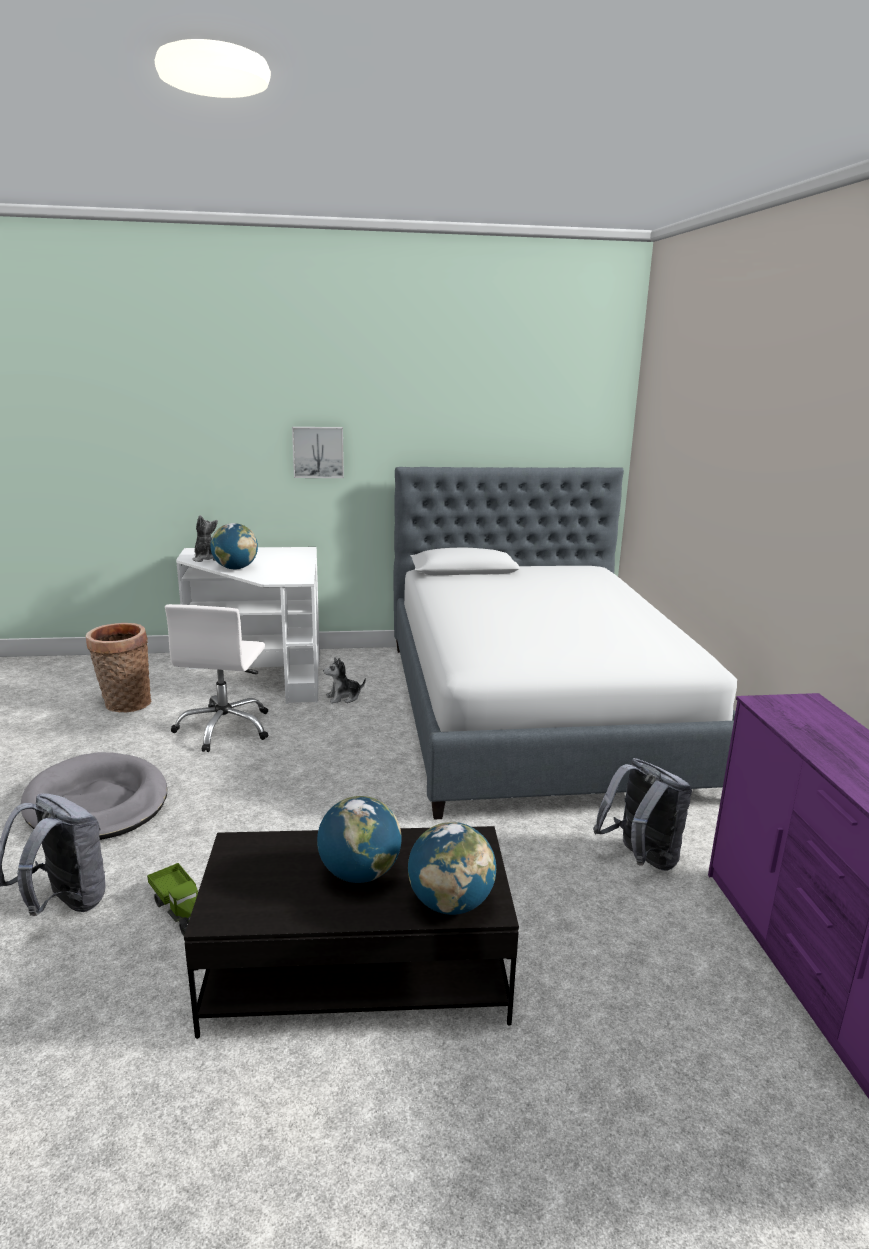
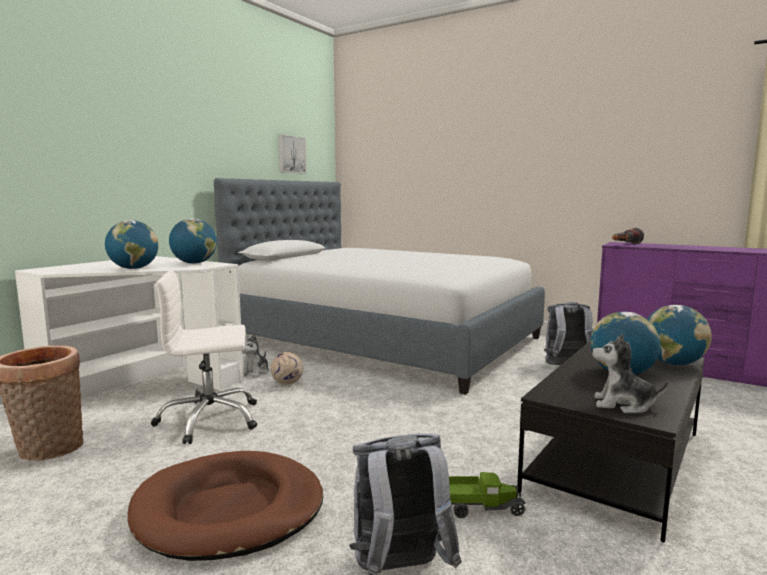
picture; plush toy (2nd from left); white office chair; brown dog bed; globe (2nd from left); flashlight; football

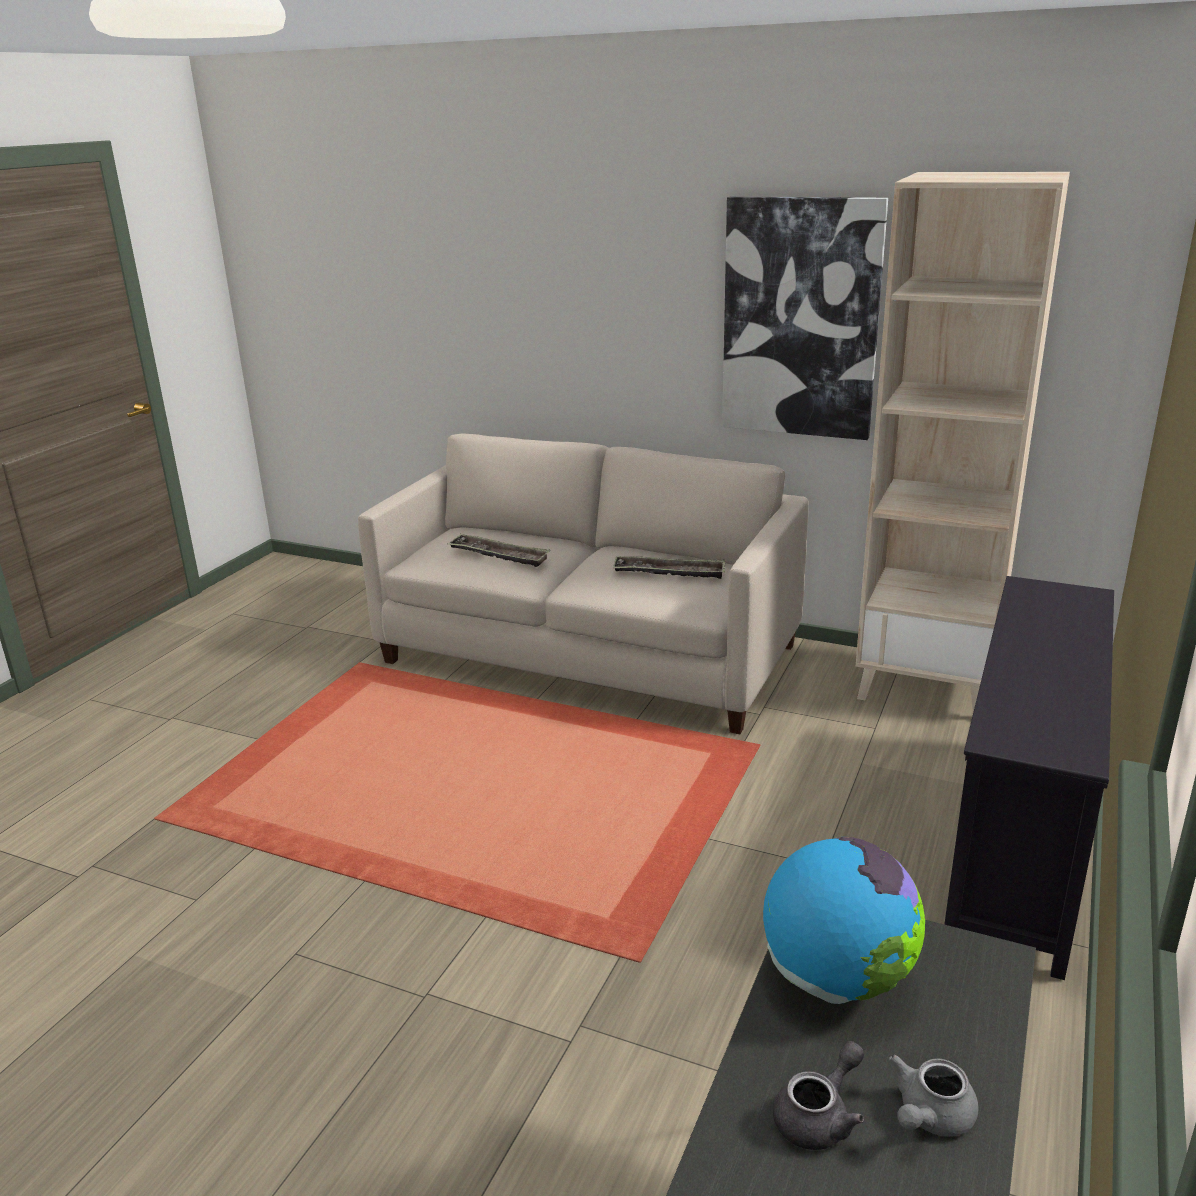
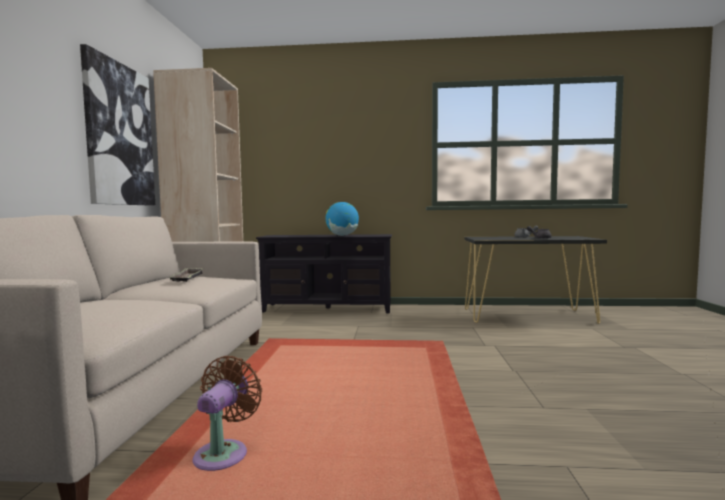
tray (1st from left in the first image); globe; brown fan

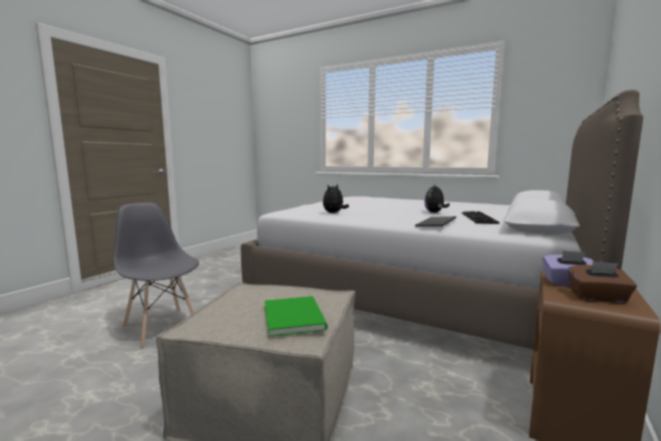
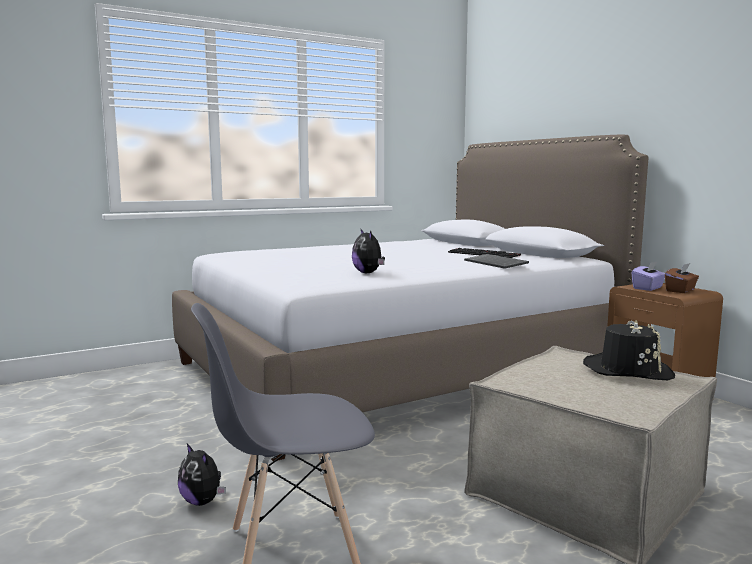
plush toy (1st from left); black hat

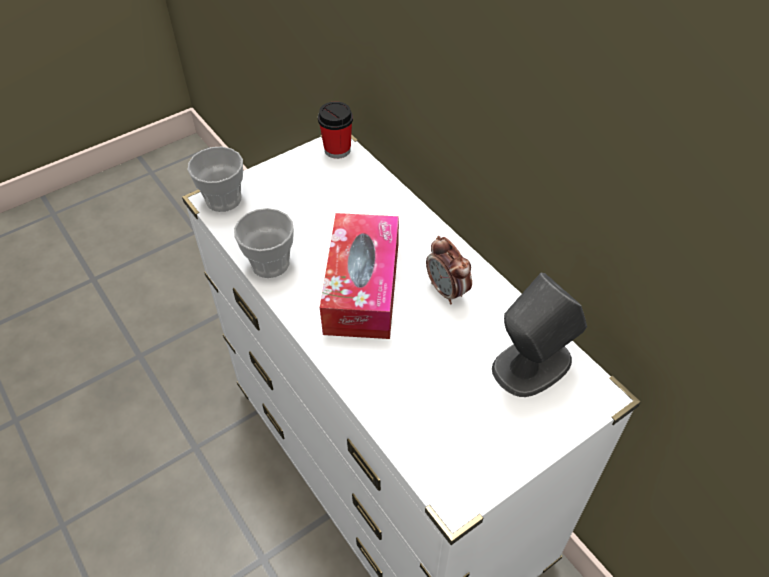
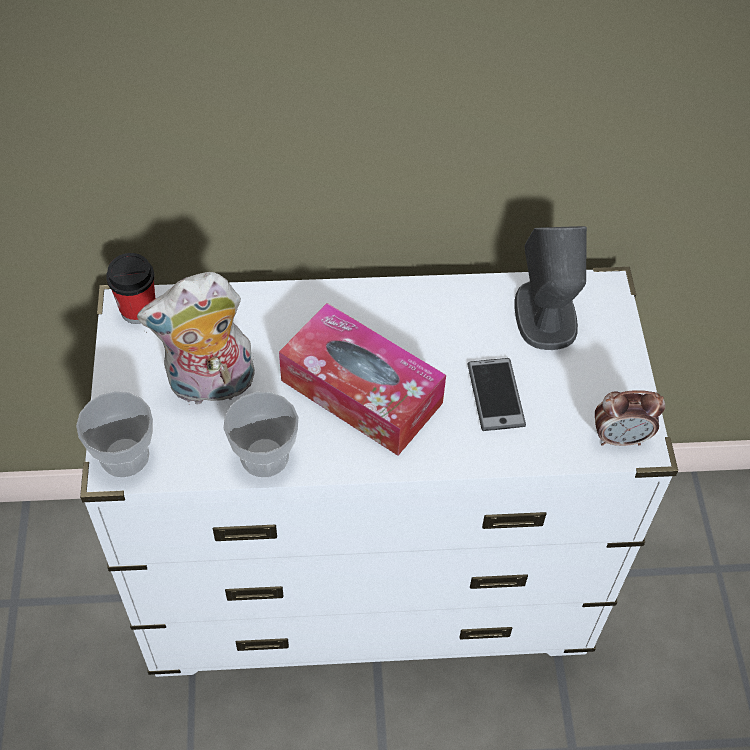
alarm clock; plush toy; phone

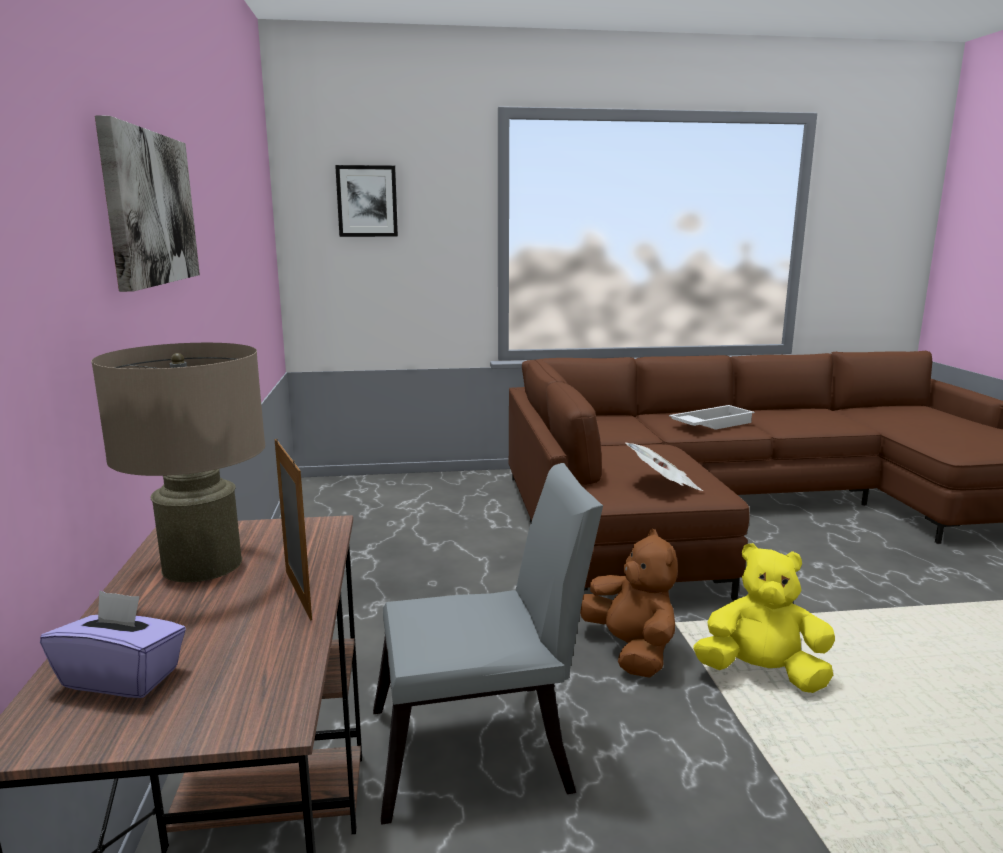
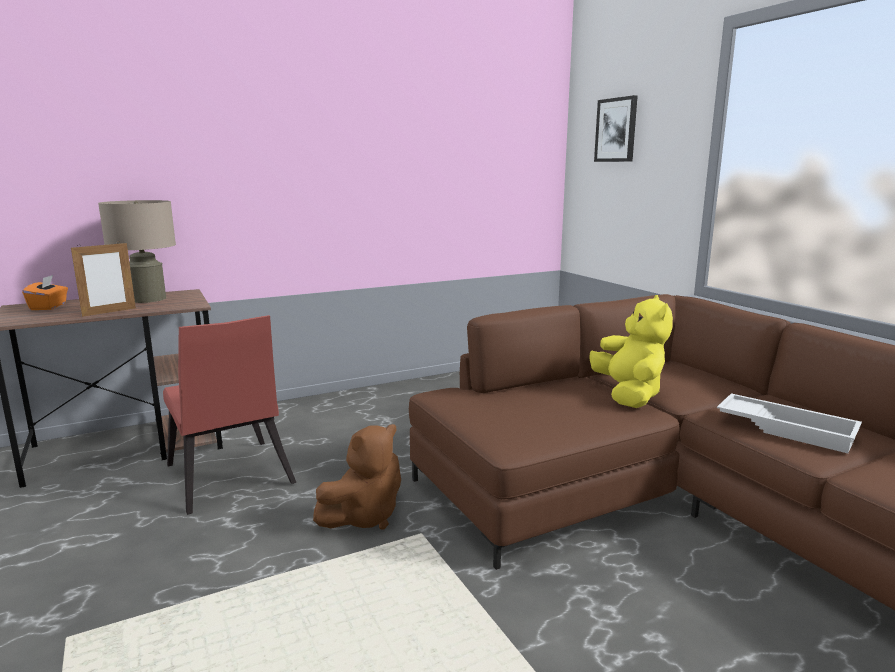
picture (1st from left in the first image); newspaper; red chair; yellow plush toy; orange tissue box

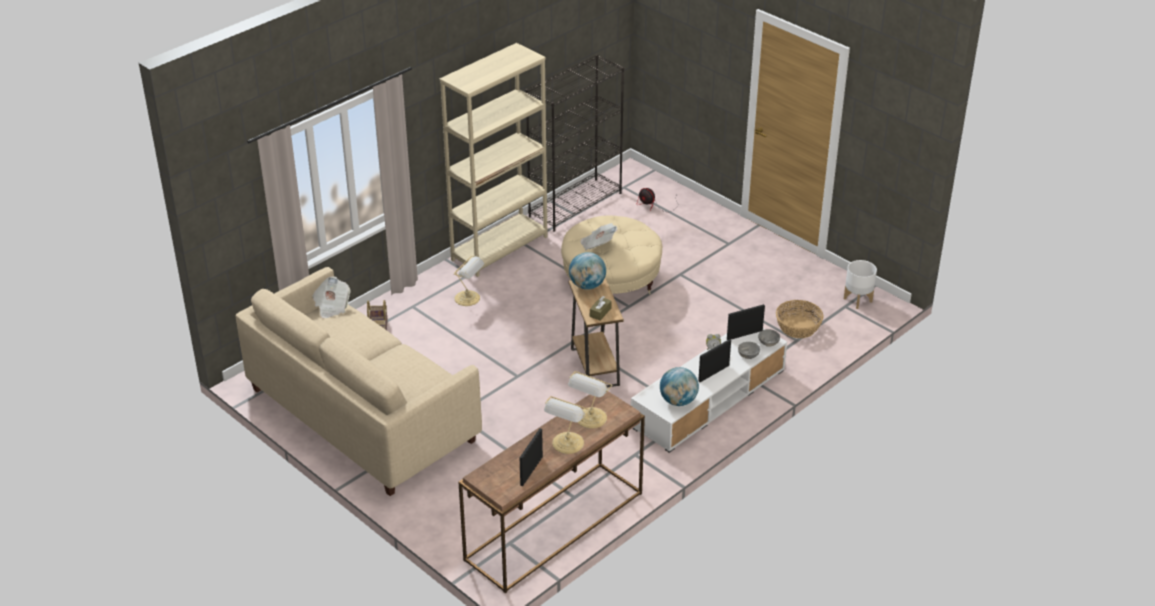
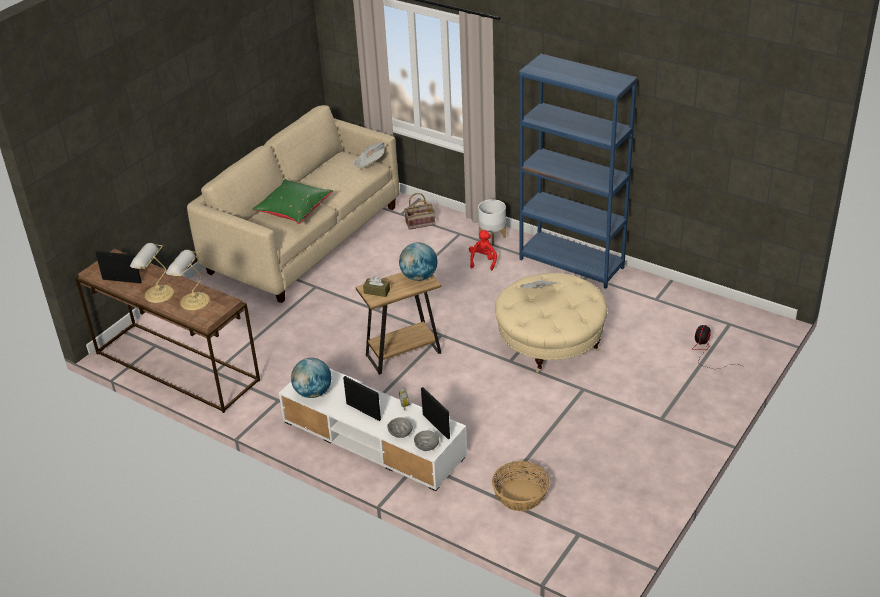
blue bookcase; black bookcase; red plush toy; white planter; green pillow

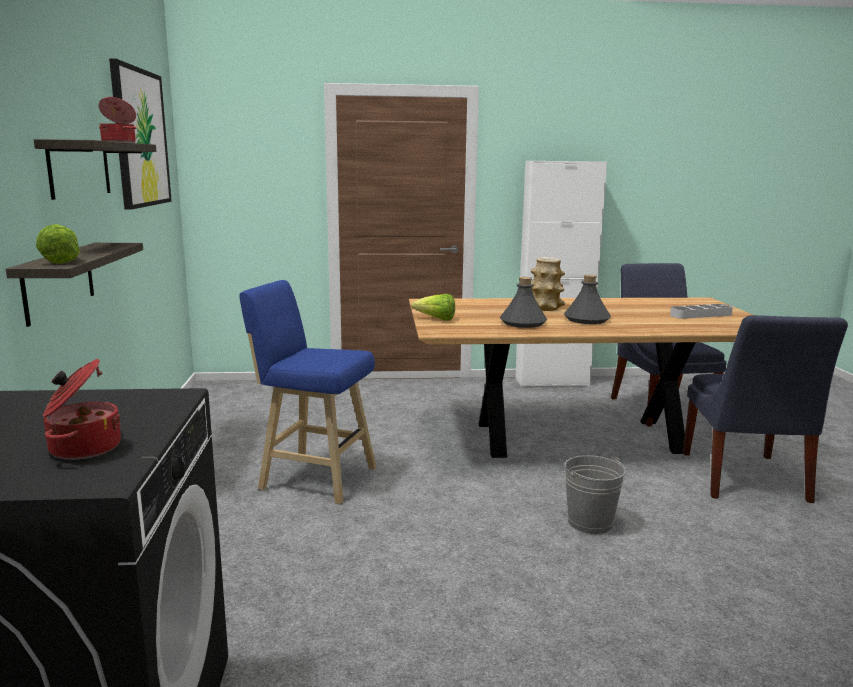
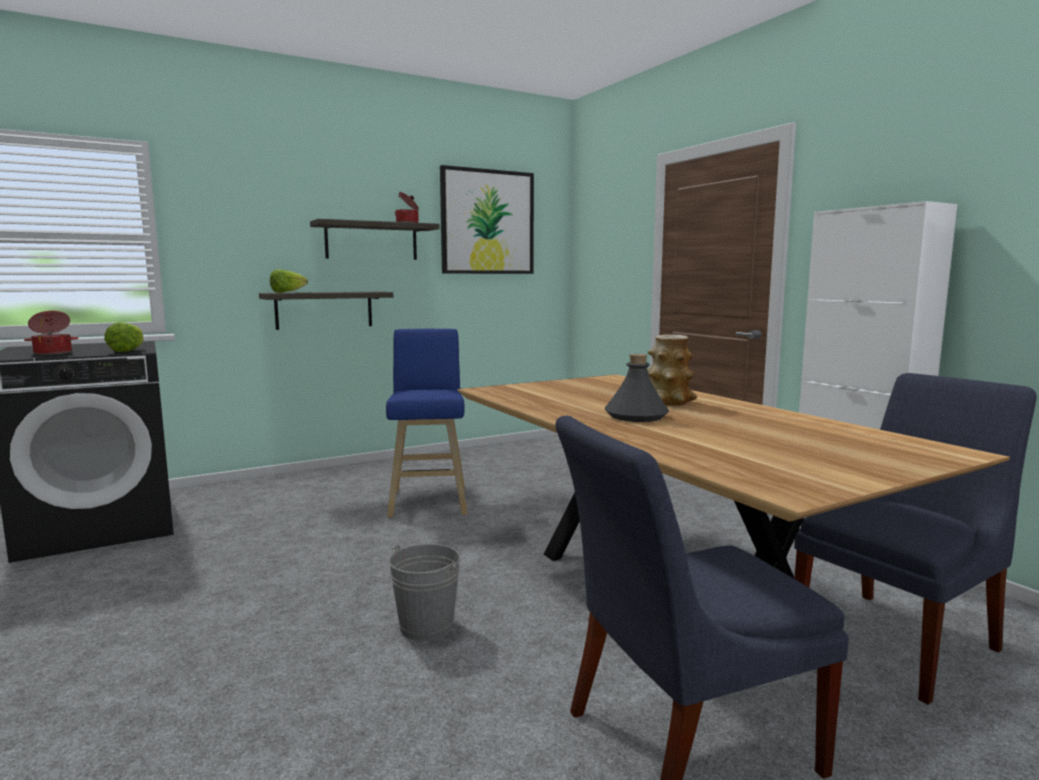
grey bottle (1st from left in the first image); lettuce (1st from left); grey tray

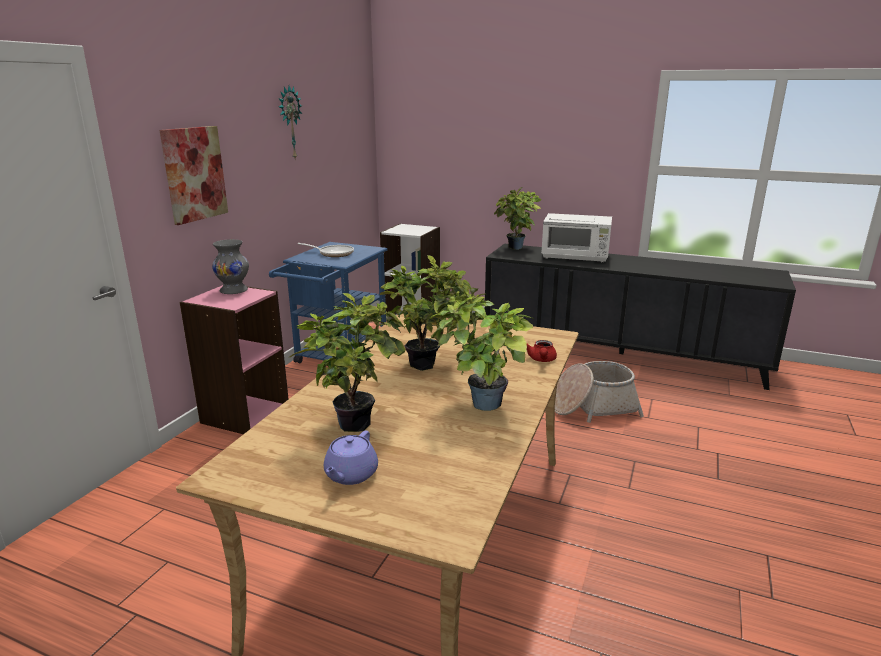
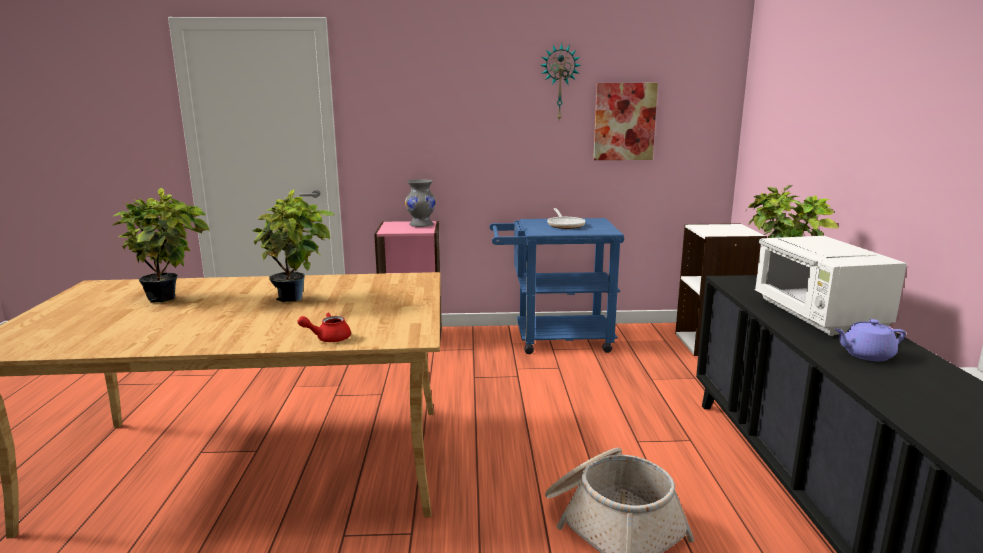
picture; potted plant (3rd from left in the first image); purple teapot

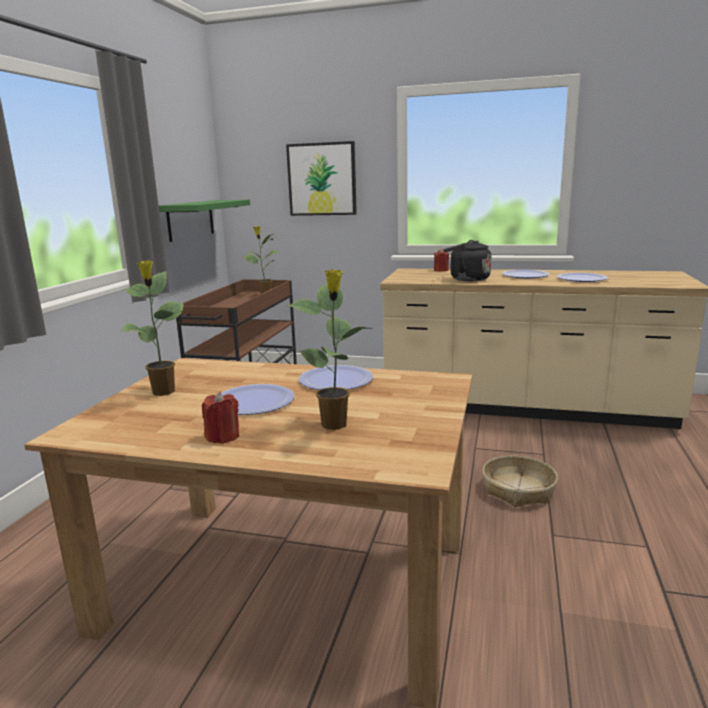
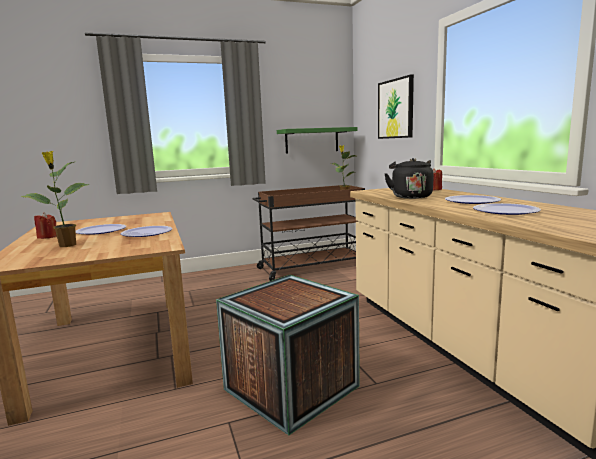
potted plant (1st from left in the first image); crate

